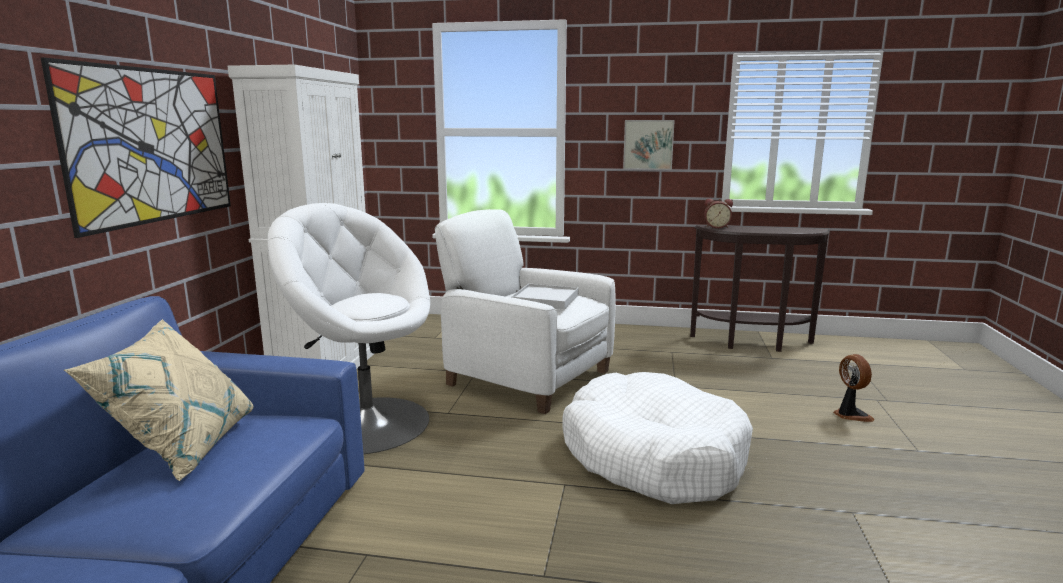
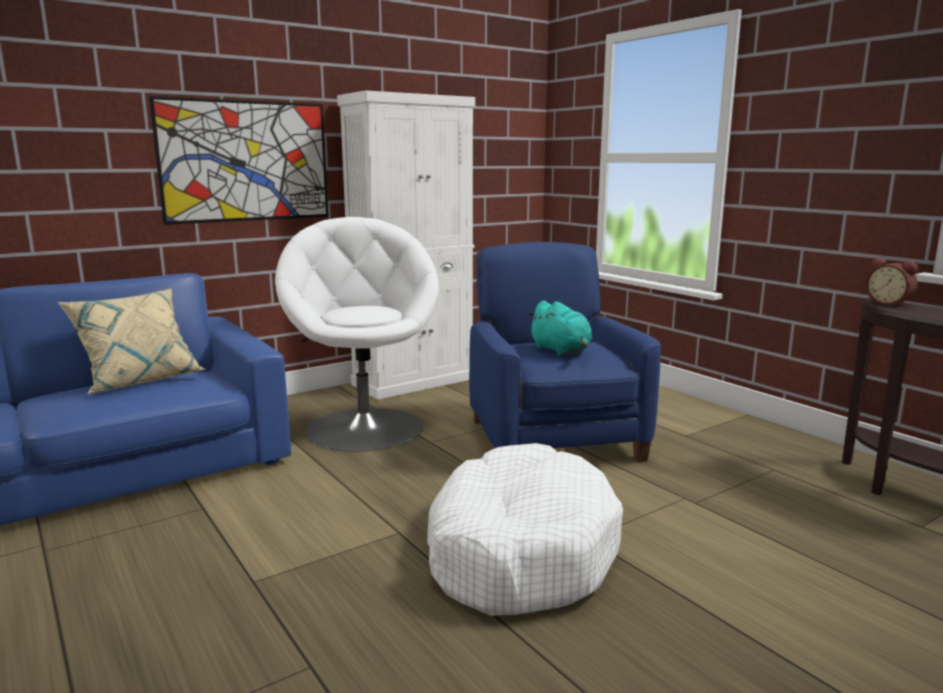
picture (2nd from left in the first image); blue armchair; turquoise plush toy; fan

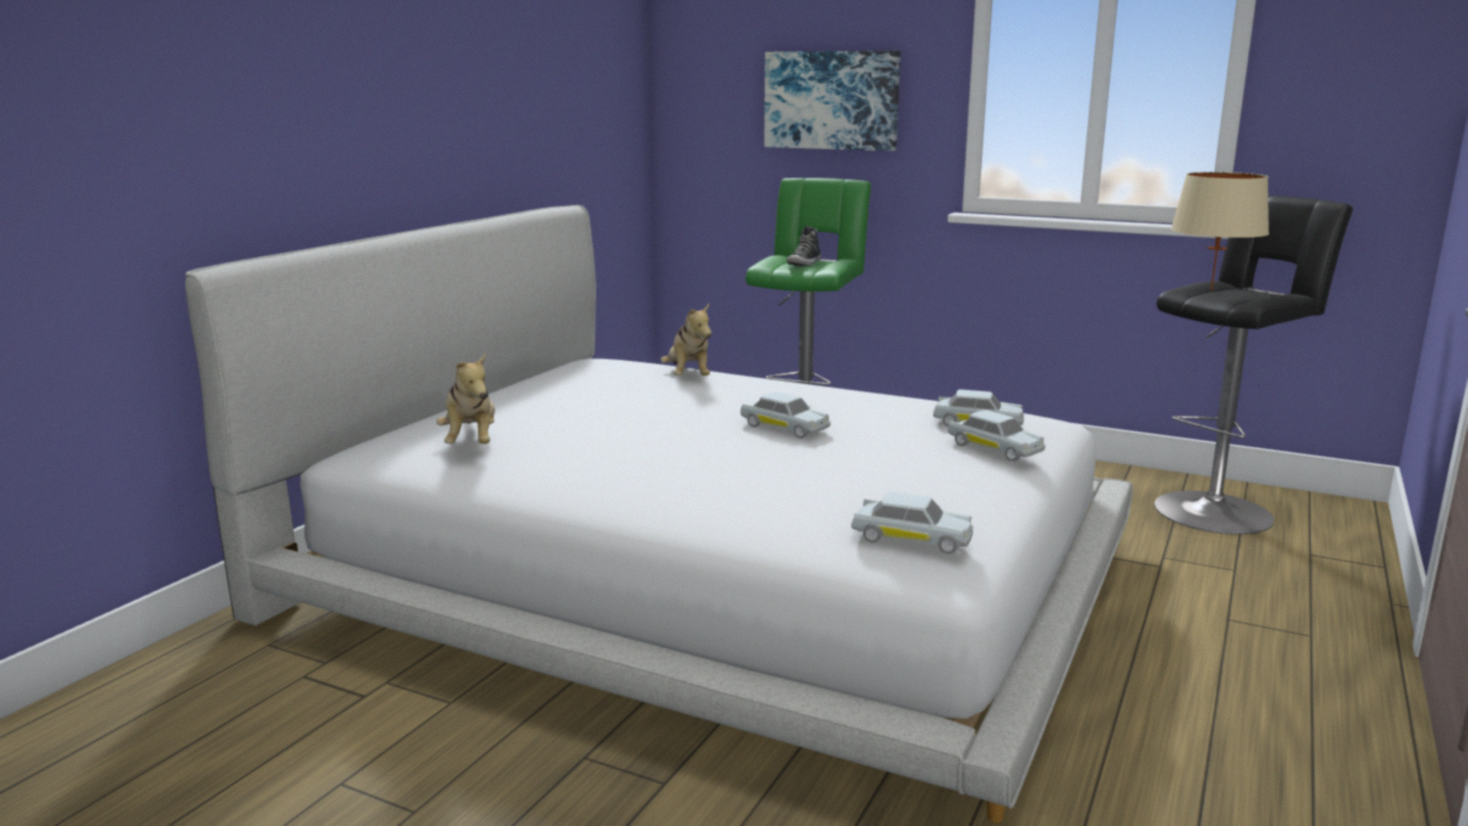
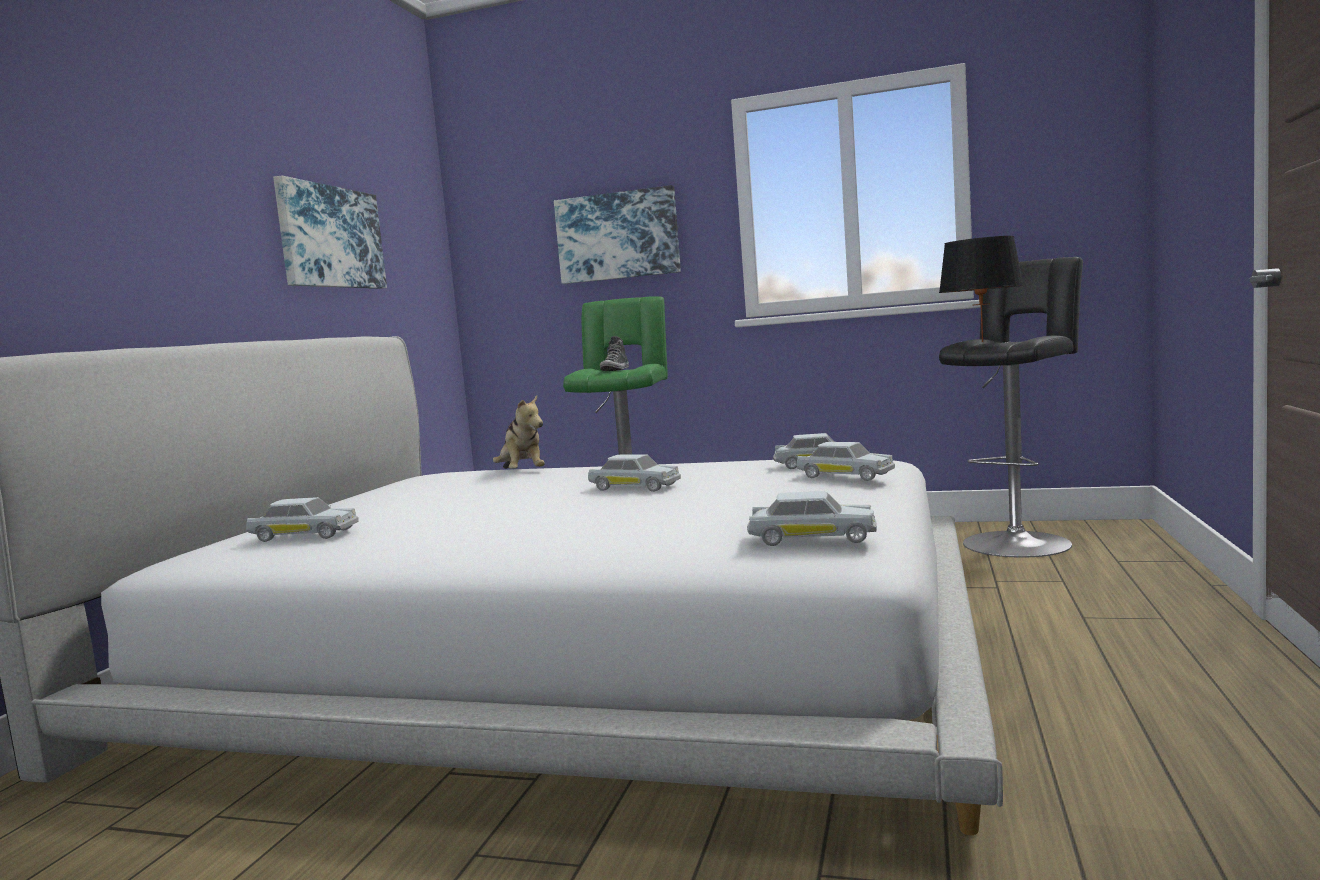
black table lamp; white toy car (1st from left); picture (1st from left)

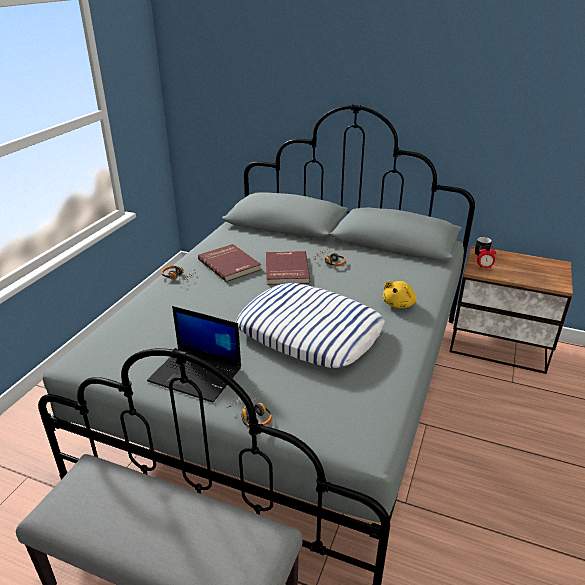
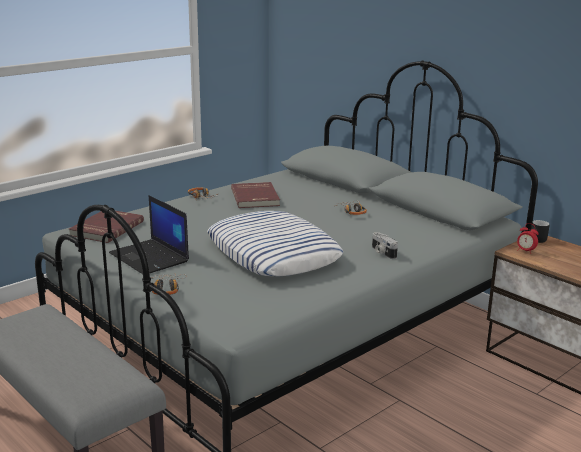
red book (1st from left); photo camera

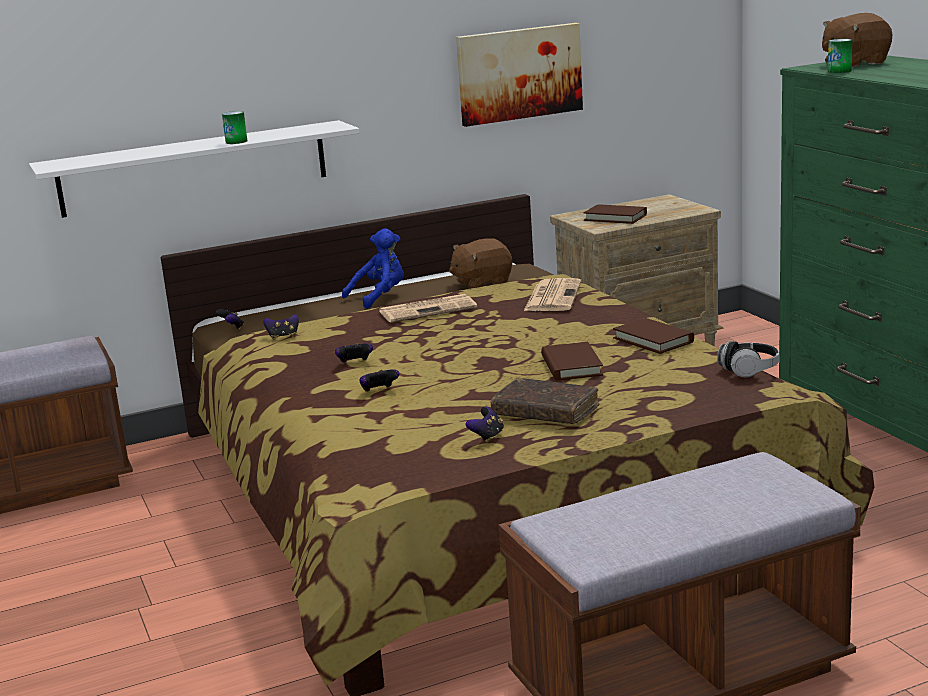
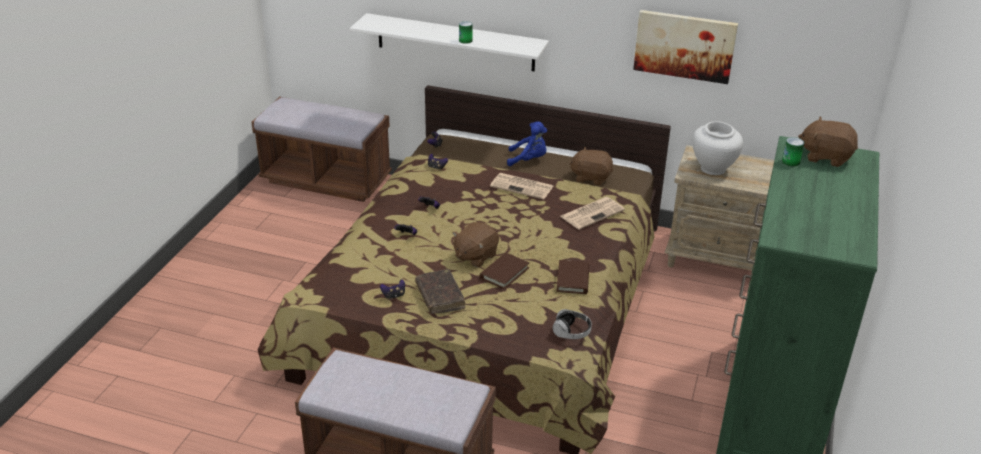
white vase; brown plush toy (1st from left)

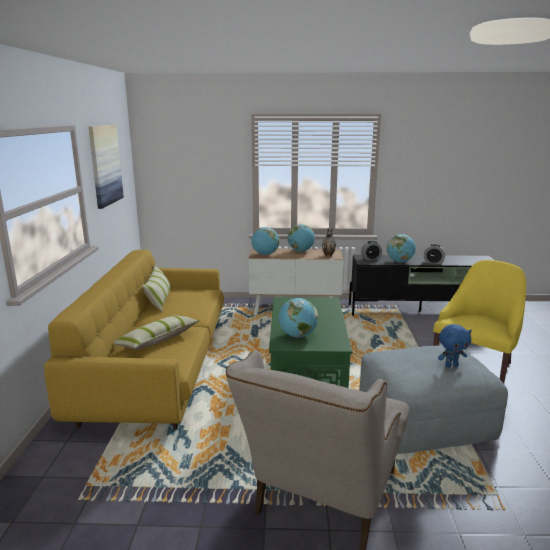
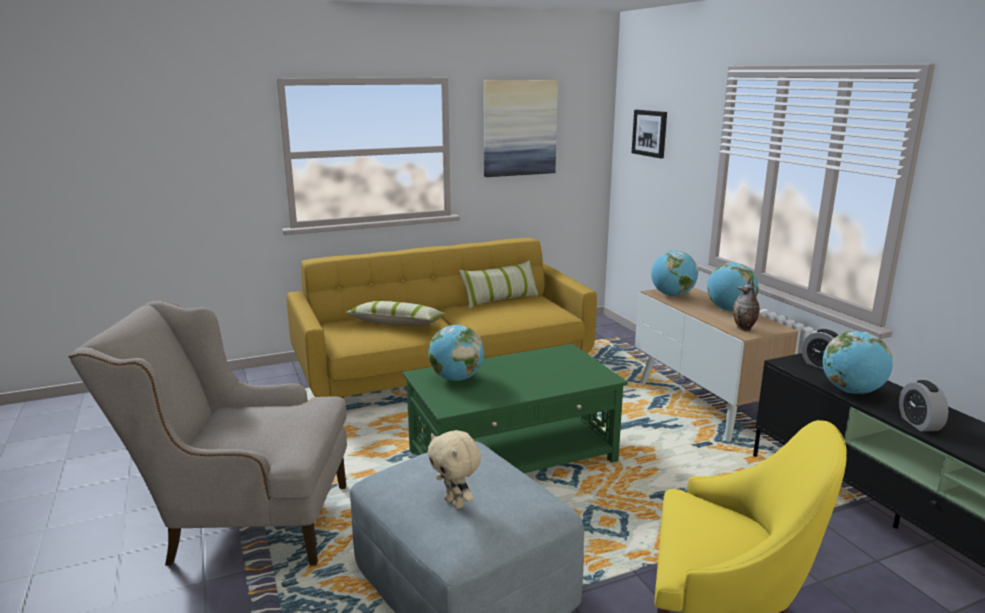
beige plush toy; picture (2nd from left)

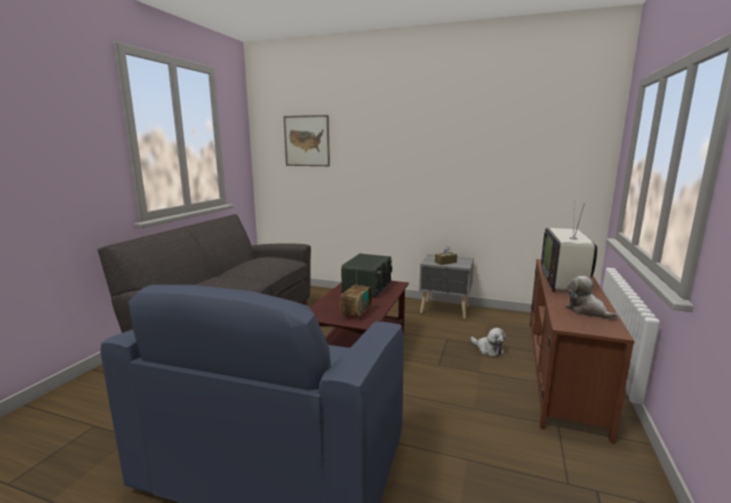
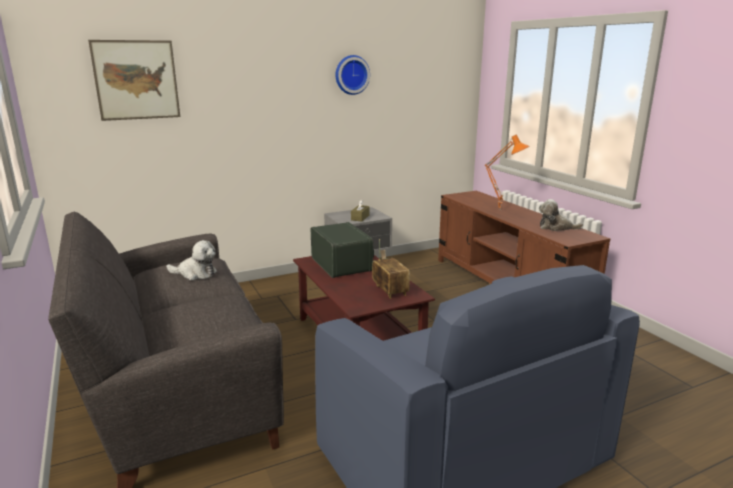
orange table lamp; plush toy (1st from left); wall clock

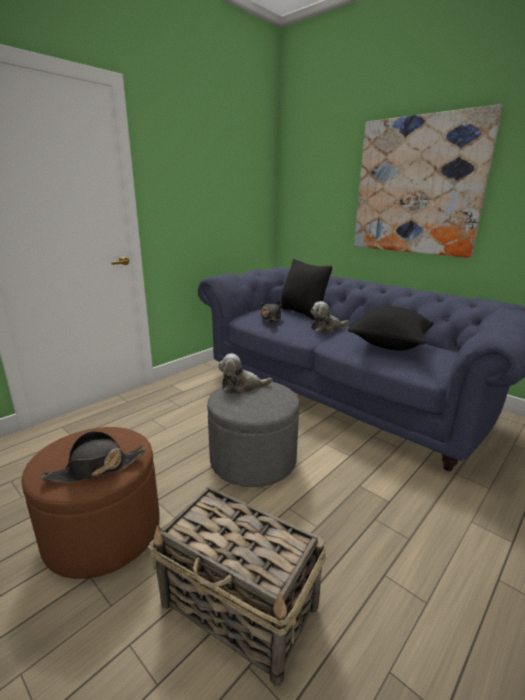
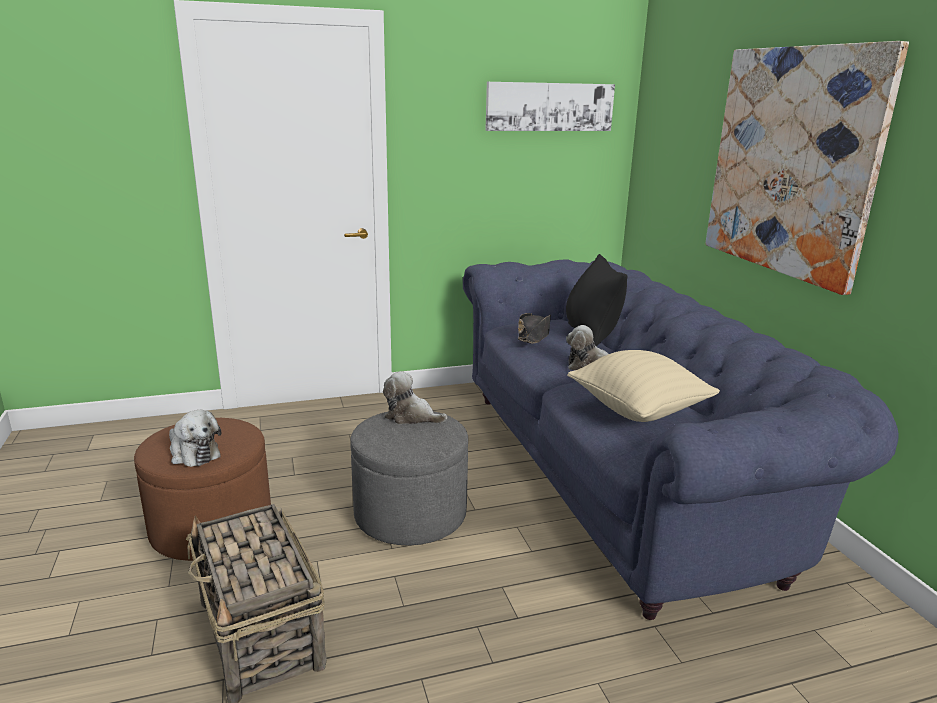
beige pillow; plush toy (1st from left); picture (1st from left)

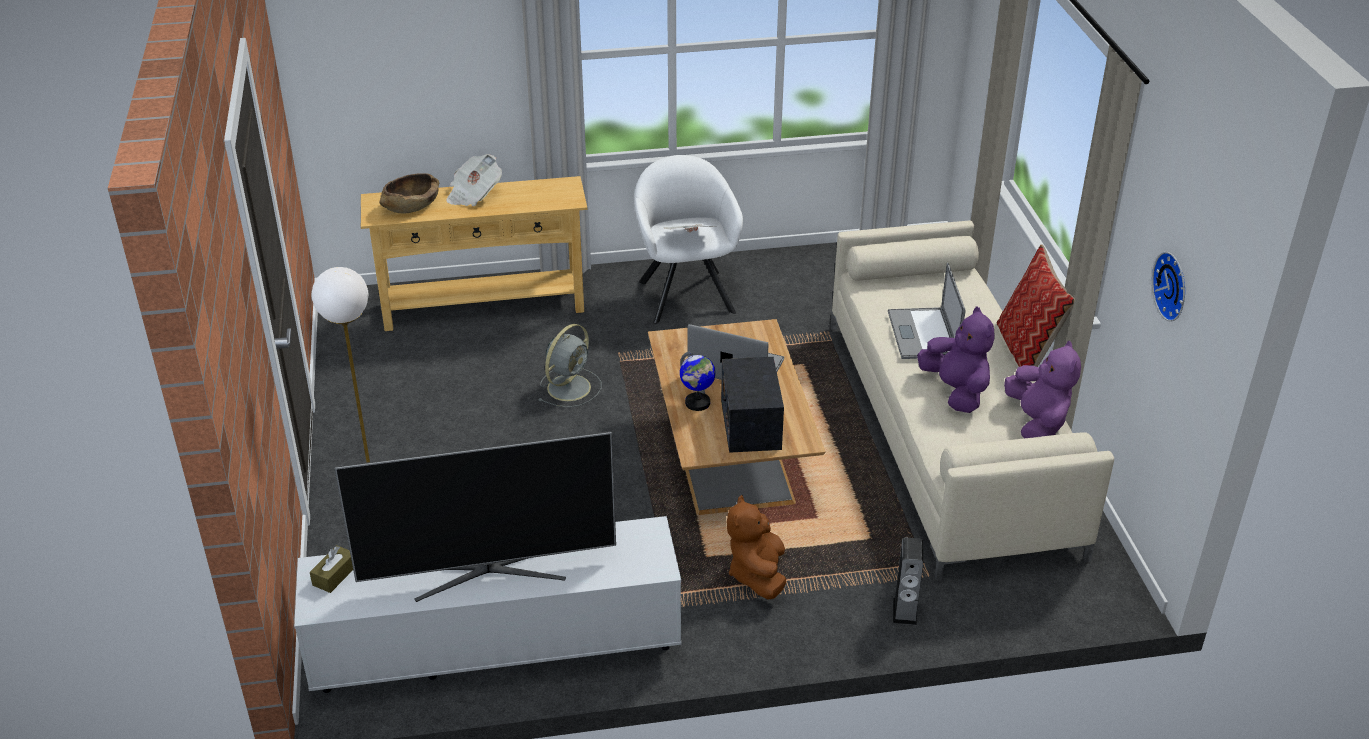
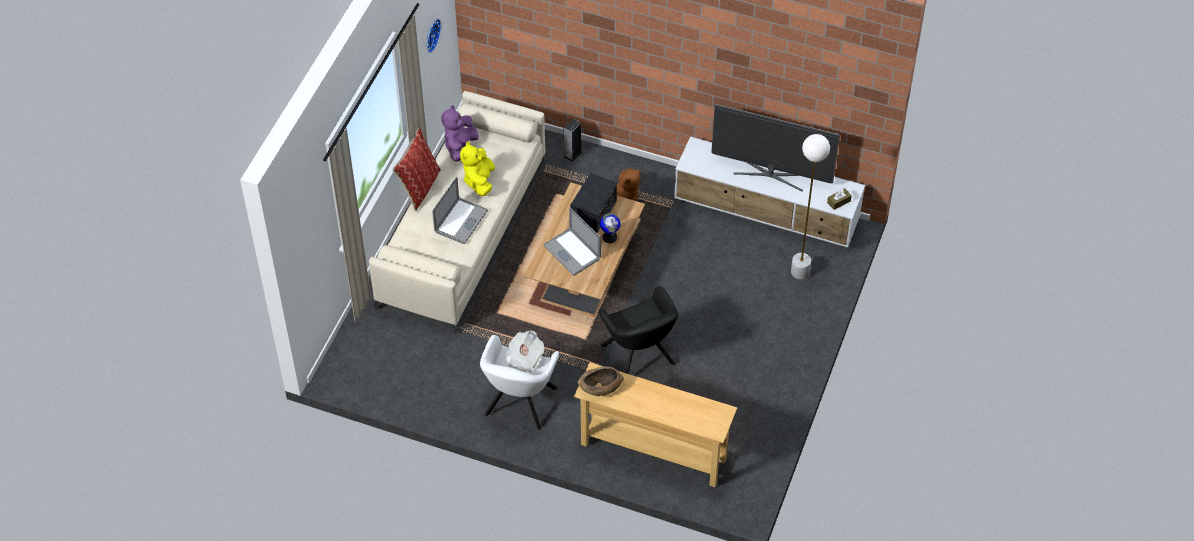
newspaper (1st from left in the first image); brown bowl; yellow plush toy; black armchair

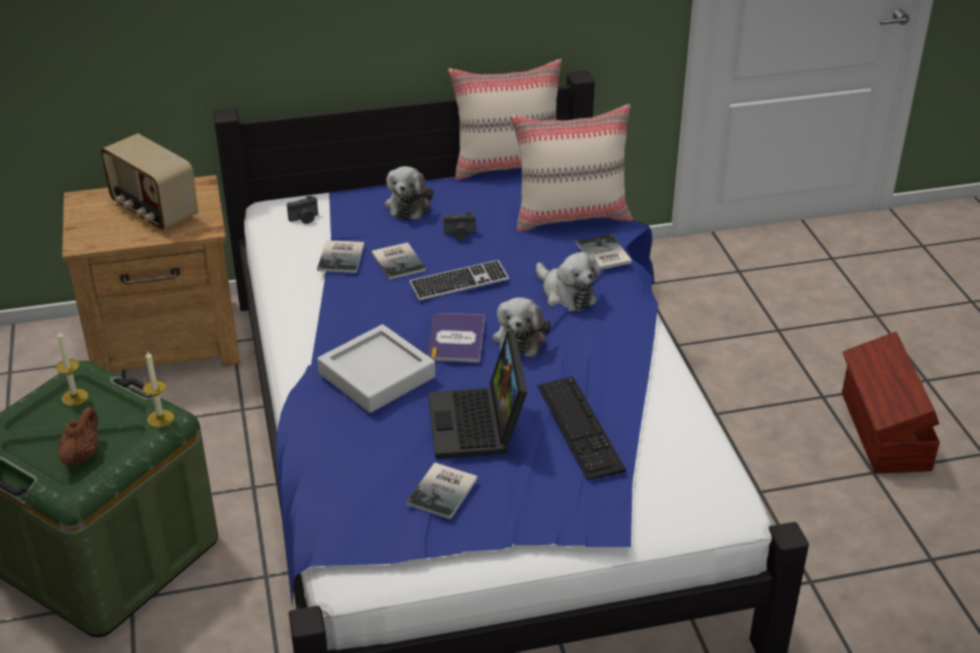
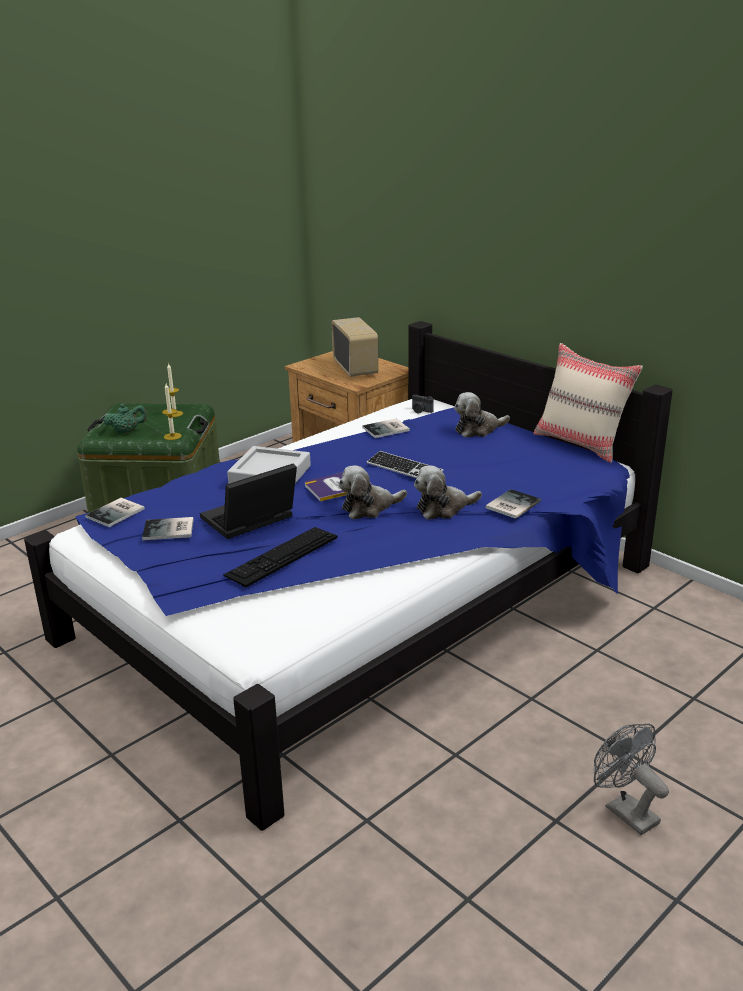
beige pillow (2nd from left in the first image); radio; photo camera (2nd from left in the first image); book (1st from left); plush toy (2nd from left); grey fan; green teapot

